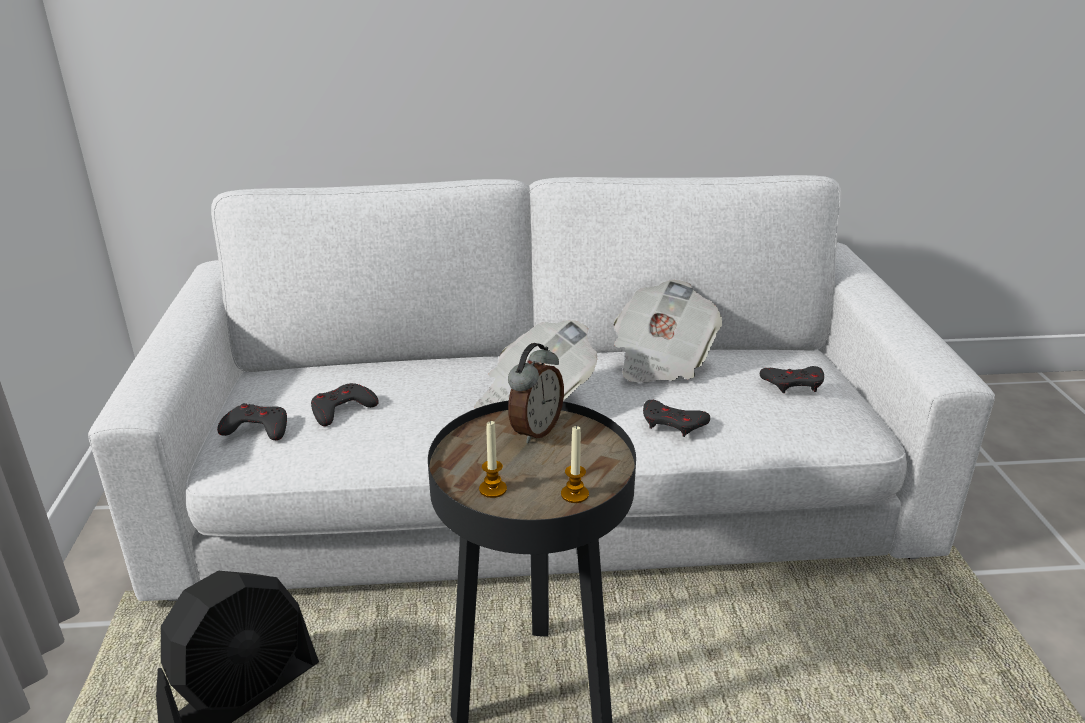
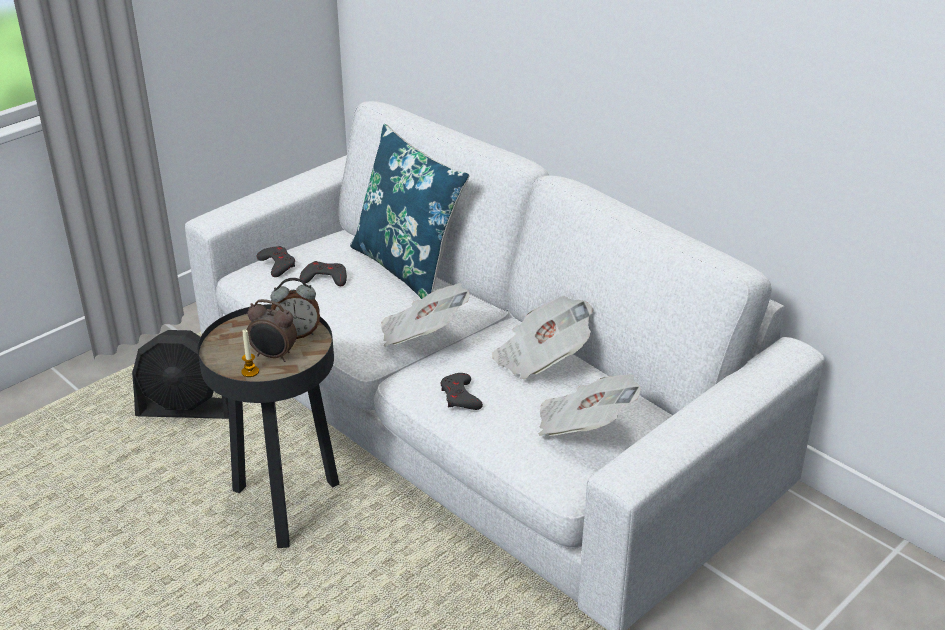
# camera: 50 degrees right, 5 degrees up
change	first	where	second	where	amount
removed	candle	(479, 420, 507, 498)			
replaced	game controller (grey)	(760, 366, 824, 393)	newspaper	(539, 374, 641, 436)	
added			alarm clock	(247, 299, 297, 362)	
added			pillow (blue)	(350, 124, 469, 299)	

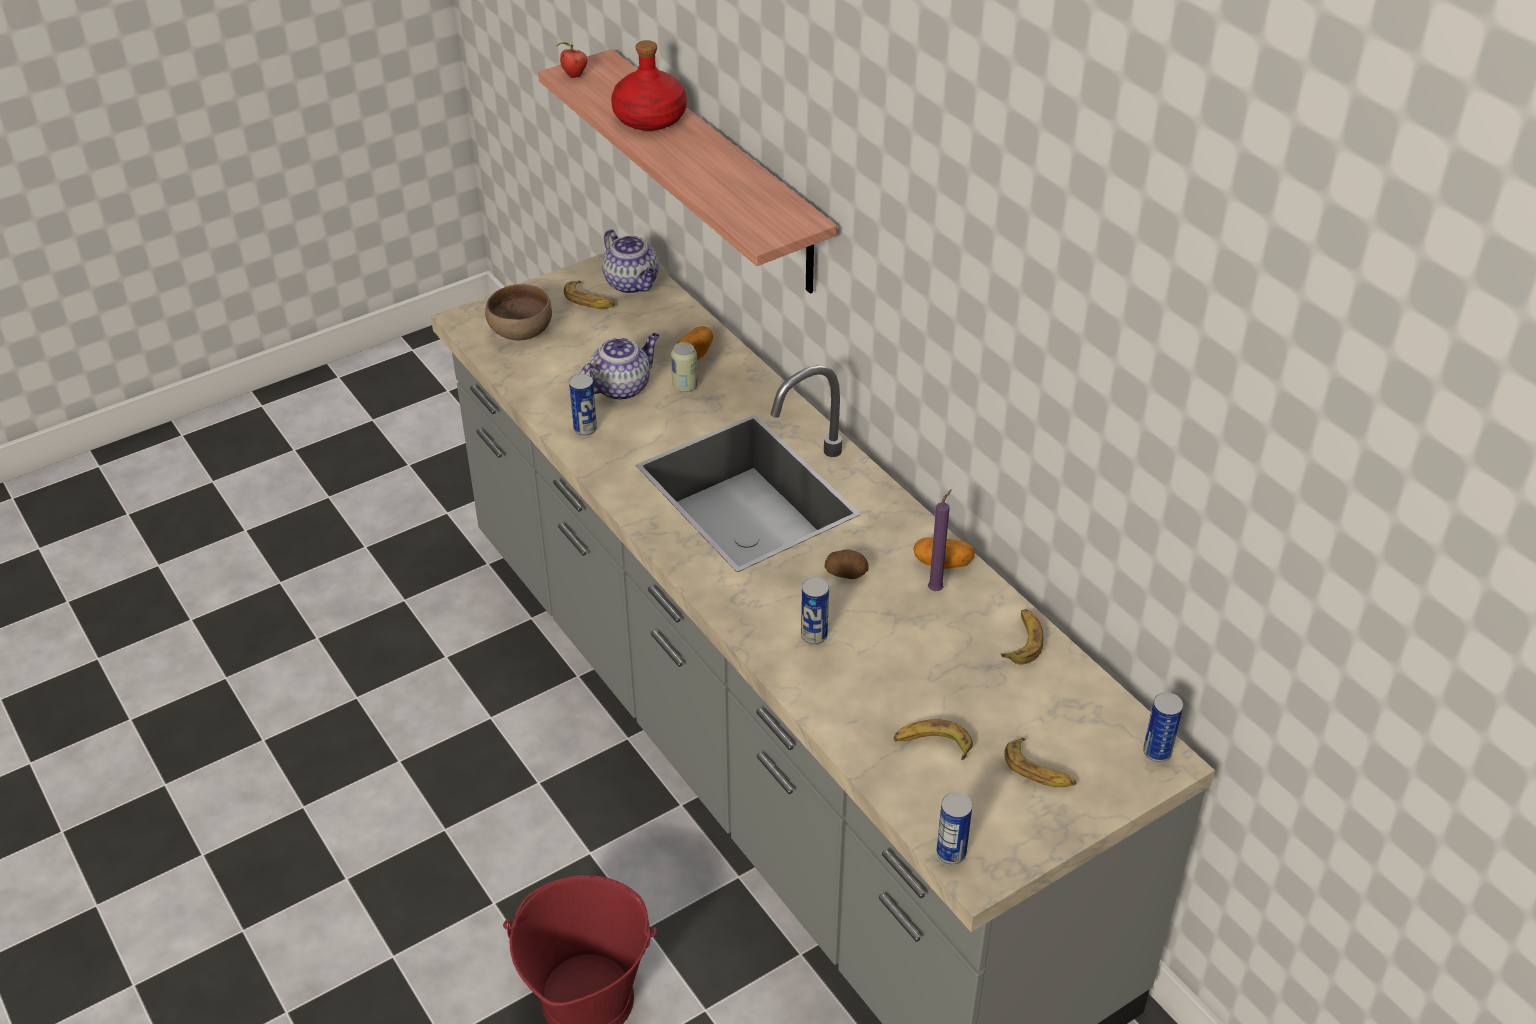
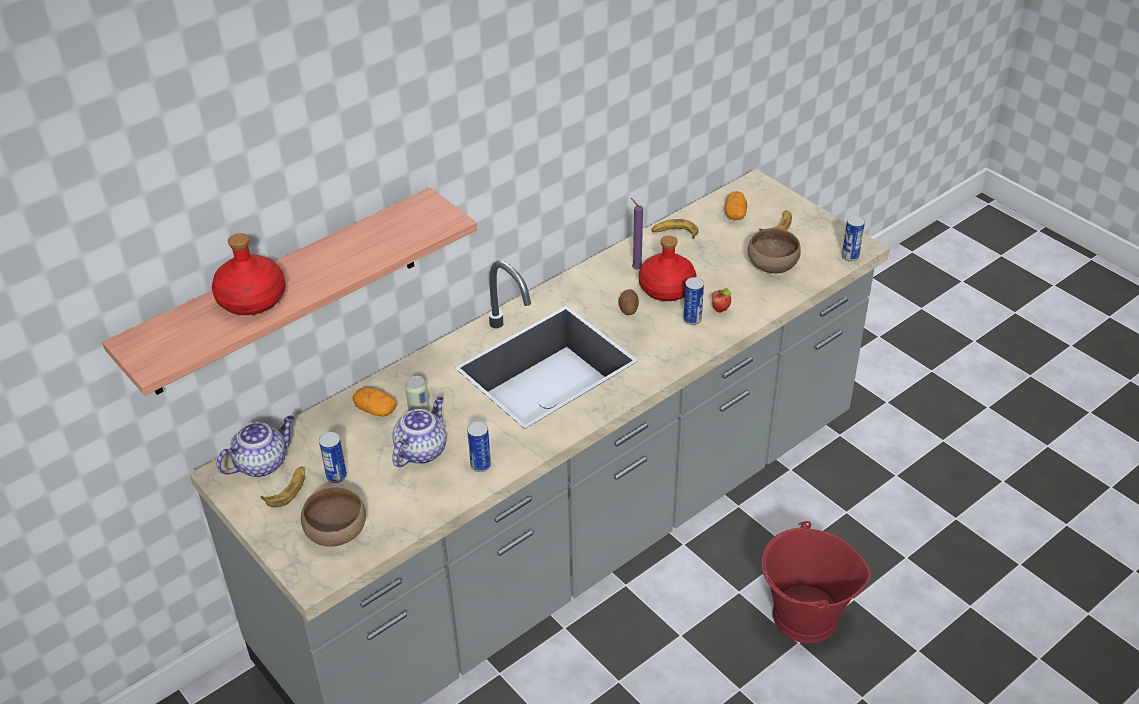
# camera: 95 degrees left, 0 degrees up
change	first	where	second	where	amount
moved	apple	(557, 42, 587, 78)		(712, 288, 731, 313)	
turned	teapot	(580, 333, 659, 401)		(392, 396, 447, 467)	75 degrees clockwise
replaced	banana	(894, 719, 973, 760)	bowl (brown)	(748, 228, 801, 274)	
moved	potato	(914, 537, 975, 569)		(725, 191, 747, 220)	
moved	can	(1143, 692, 1183, 762)		(319, 432, 347, 483)	
added			bottle (red)	(639, 236, 696, 301)	

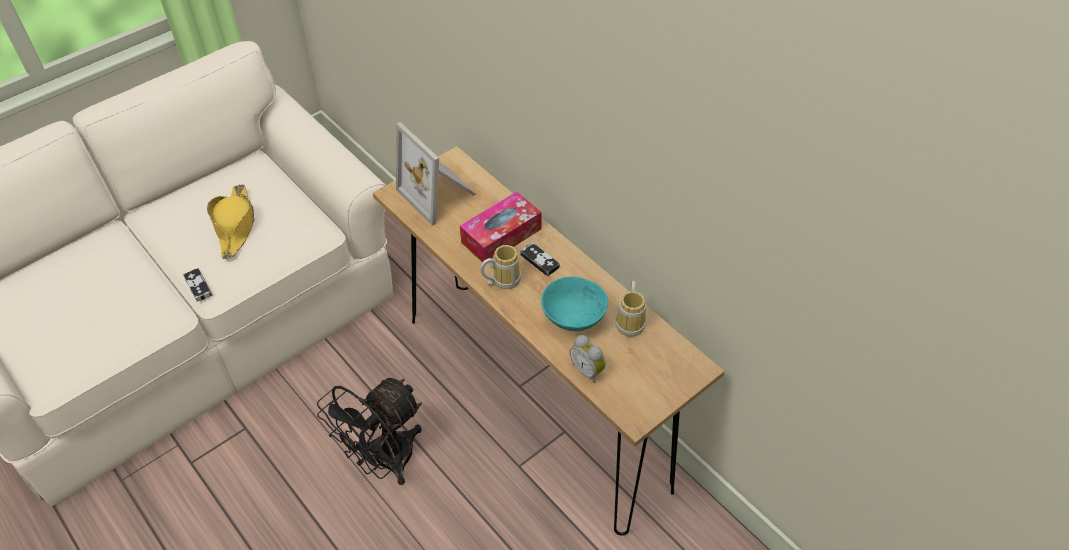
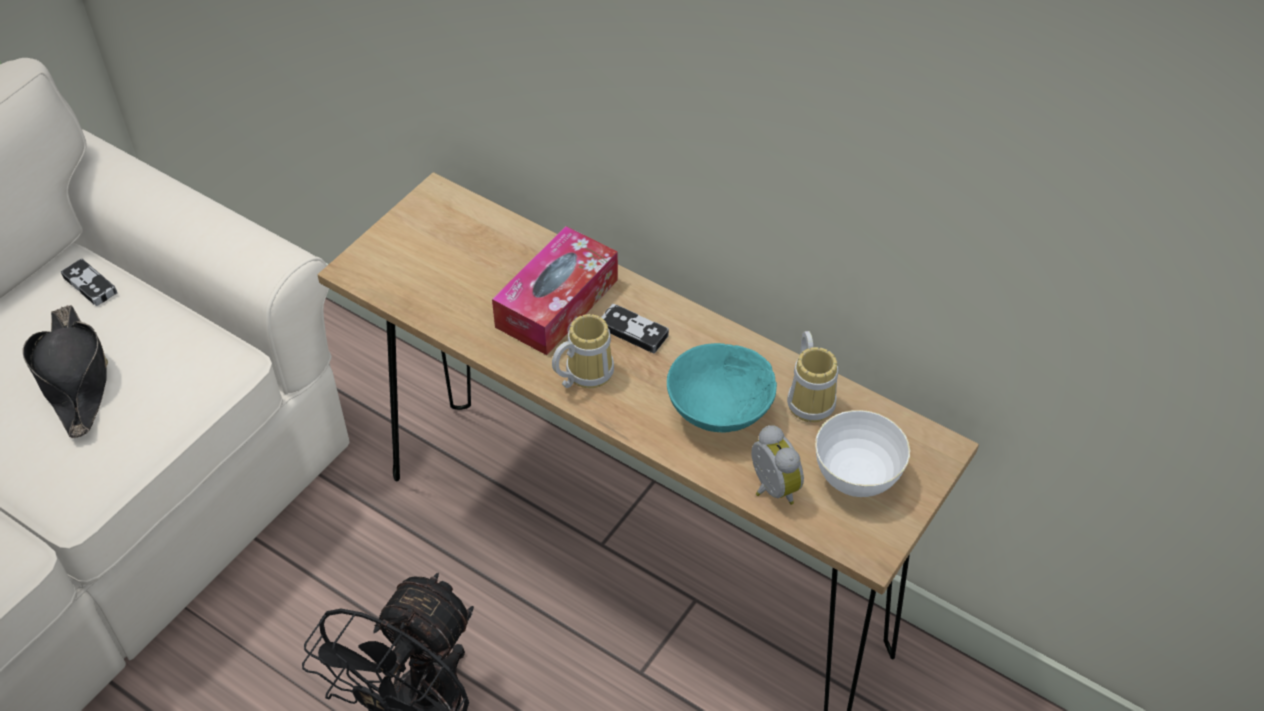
# camera: 15 degrees left, 0 degrees up
change	first	where	second	where	amount
moved	game controller	(183, 268, 212, 302)		(61, 259, 117, 306)	
recoloured	hat (yellow)	(207, 184, 255, 259)	hat (black)	(22, 305, 108, 438)	
removed	picture frame	(396, 122, 476, 226)			
turned	alarm clock	(570, 335, 606, 383)		(751, 425, 804, 505)	150 degrees counterclockwise
added			bowl (white)	(815, 410, 910, 497)	

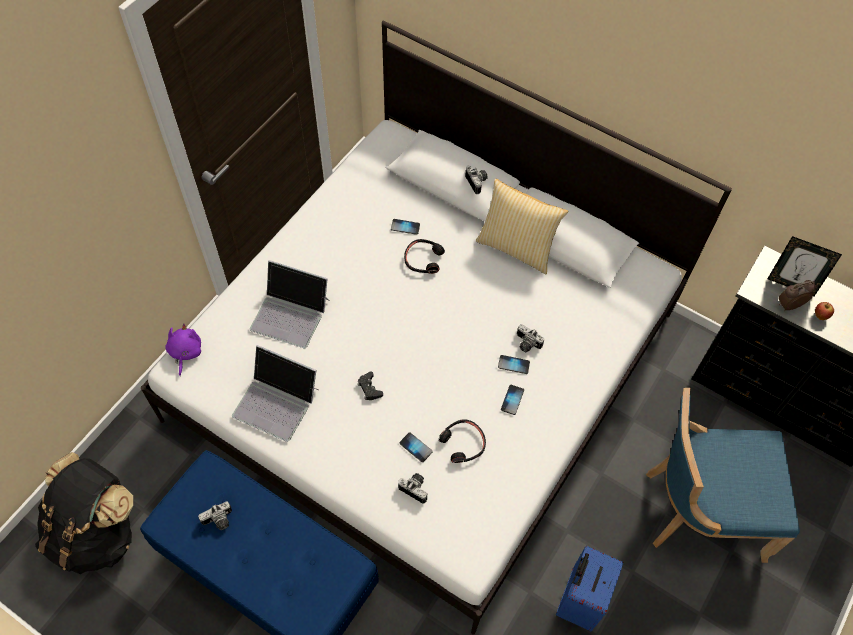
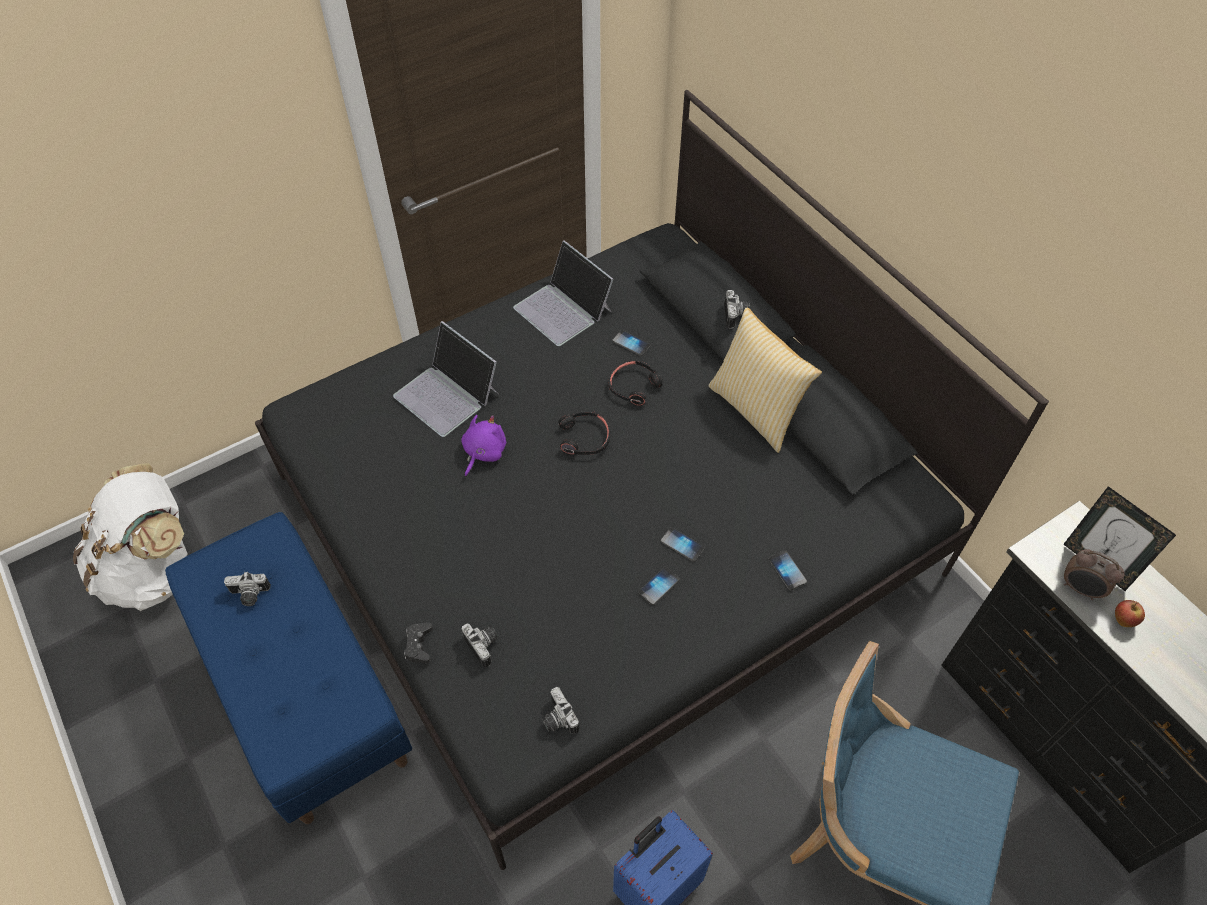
# camera: 25 degrees right, 5 degrees down
change	first	where	second	where	amount
recoloured	backpack (black)	(35, 452, 133, 574)	backpack (white)	(73, 463, 188, 611)	
recoloured	bed (white)	(141, 20, 732, 635)	bed (black)	(255, 90, 1049, 870)	
moved	plush toy (purple)	(166, 323, 201, 376)		(461, 415, 506, 477)	
moved	laptop	(232, 345, 318, 442)		(513, 240, 613, 346)	
moved	game controller (black)	(358, 372, 383, 400)		(404, 623, 433, 663)	
moved	phone	(400, 432, 433, 462)		(769, 550, 807, 590)	
moved	headphones (black)	(439, 419, 486, 463)		(558, 411, 610, 455)	
moved	photo camera	(517, 324, 544, 352)		(542, 687, 579, 734)	
turned	alarm clock	(778, 280, 816, 311)		(1064, 549, 1124, 600)	150 degrees counterclockwise

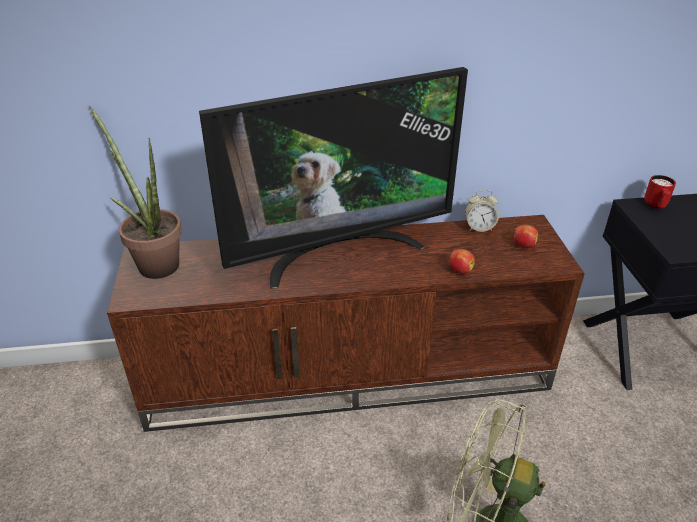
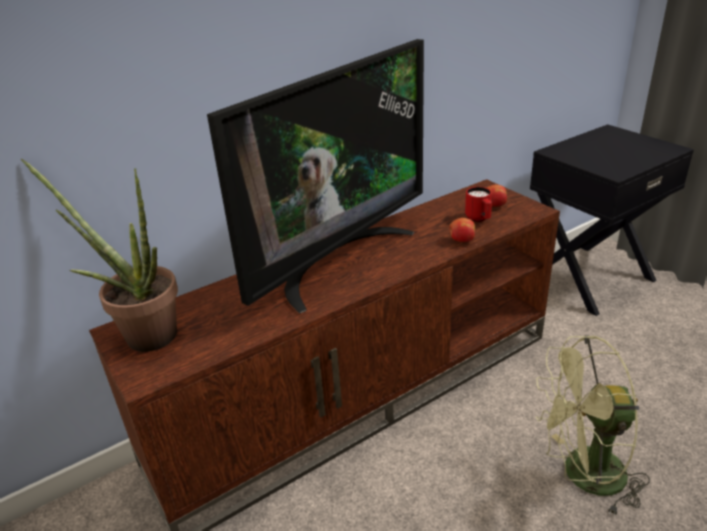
# camera: 25 degrees left, 5 degrees down
change	first	where	second	where	amount
removed	alarm clock	(465, 190, 499, 232)			
moved	mug (red)	(644, 175, 676, 209)		(465, 187, 492, 222)	

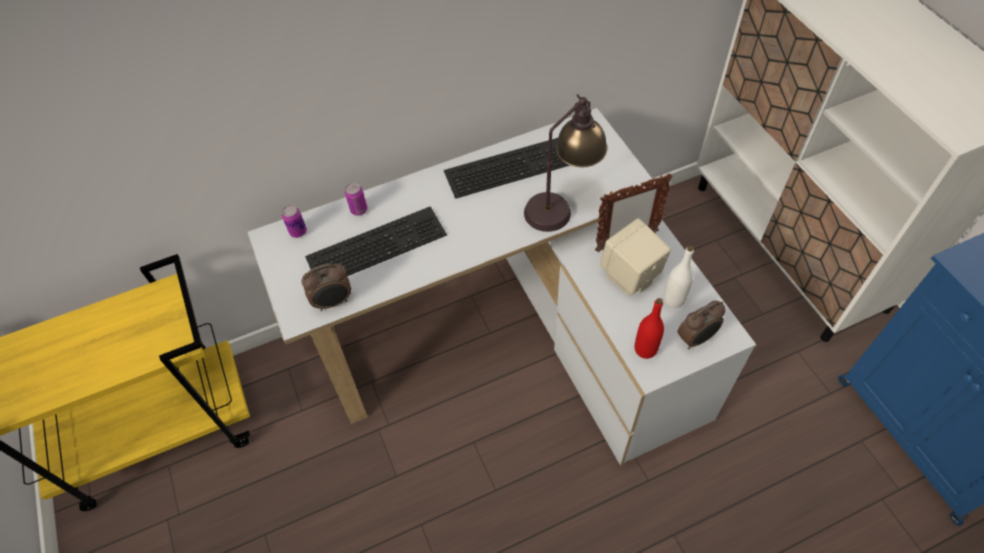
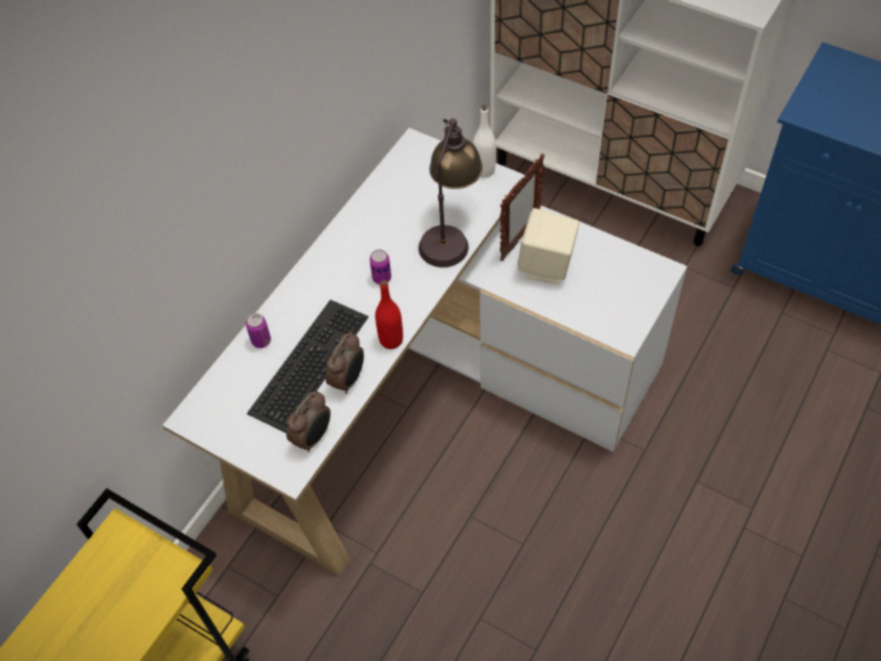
# camera: 35 degrees left, 0 degrees up
change	first	where	second	where	amount
moved	can	(282, 205, 307, 238)		(370, 249, 391, 284)	
removed	keyboard	(444, 138, 570, 199)			
moved	bottle (red)	(635, 298, 664, 359)		(375, 280, 403, 349)	
moved	bottle (white)	(664, 245, 694, 308)		(473, 105, 496, 178)	
moved	alarm clock	(678, 301, 726, 349)		(325, 332, 364, 394)	

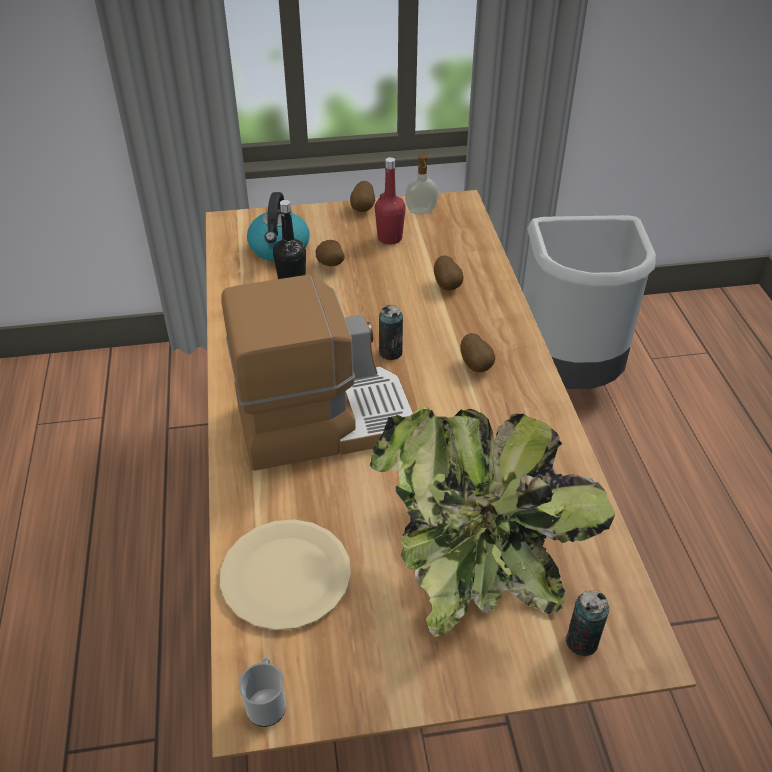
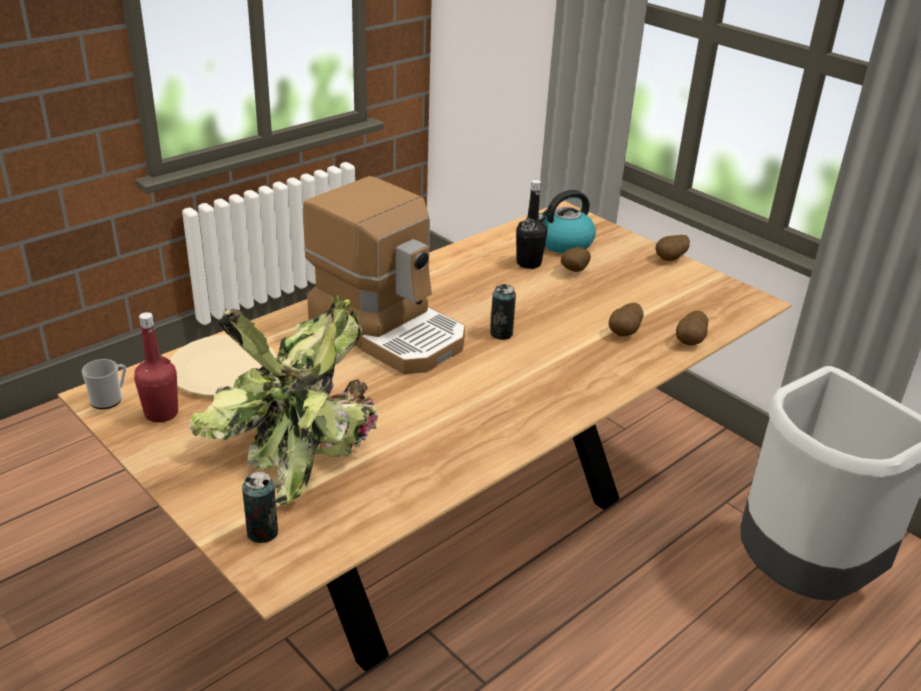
# camera: 55 degrees right, 10 degrees down
change	first	where	second	where	amount
moved	bottle (red)	(375, 157, 406, 245)		(134, 312, 178, 423)	
removed	soap dispenser	(405, 154, 438, 214)			
moved	potato	(460, 333, 495, 372)		(676, 310, 708, 346)	

